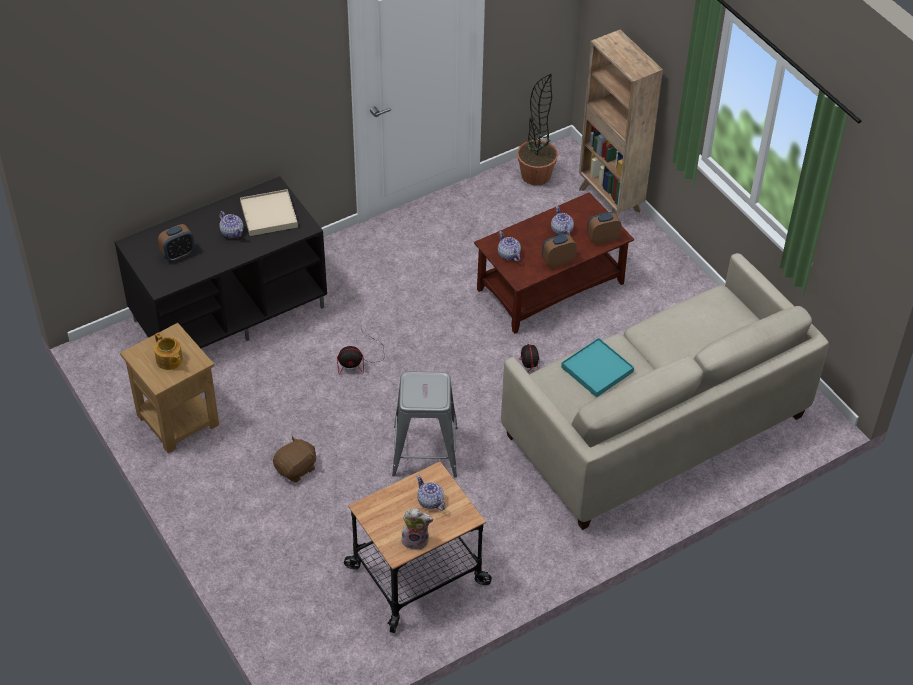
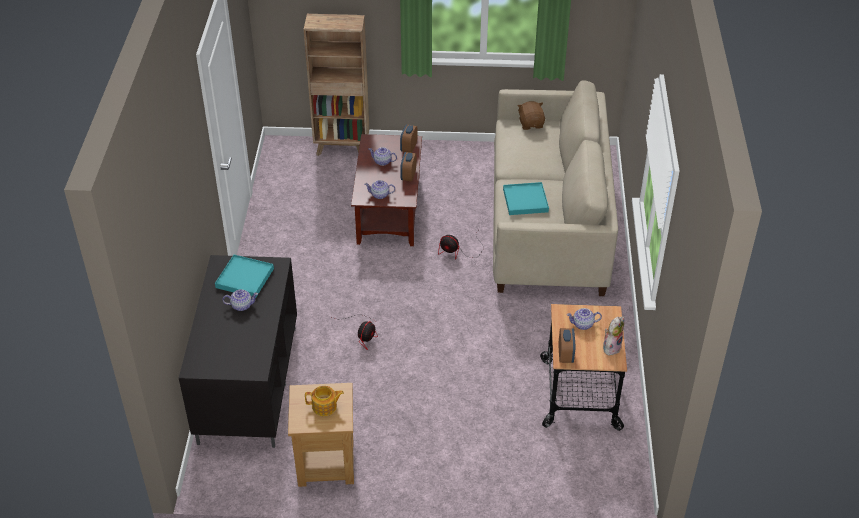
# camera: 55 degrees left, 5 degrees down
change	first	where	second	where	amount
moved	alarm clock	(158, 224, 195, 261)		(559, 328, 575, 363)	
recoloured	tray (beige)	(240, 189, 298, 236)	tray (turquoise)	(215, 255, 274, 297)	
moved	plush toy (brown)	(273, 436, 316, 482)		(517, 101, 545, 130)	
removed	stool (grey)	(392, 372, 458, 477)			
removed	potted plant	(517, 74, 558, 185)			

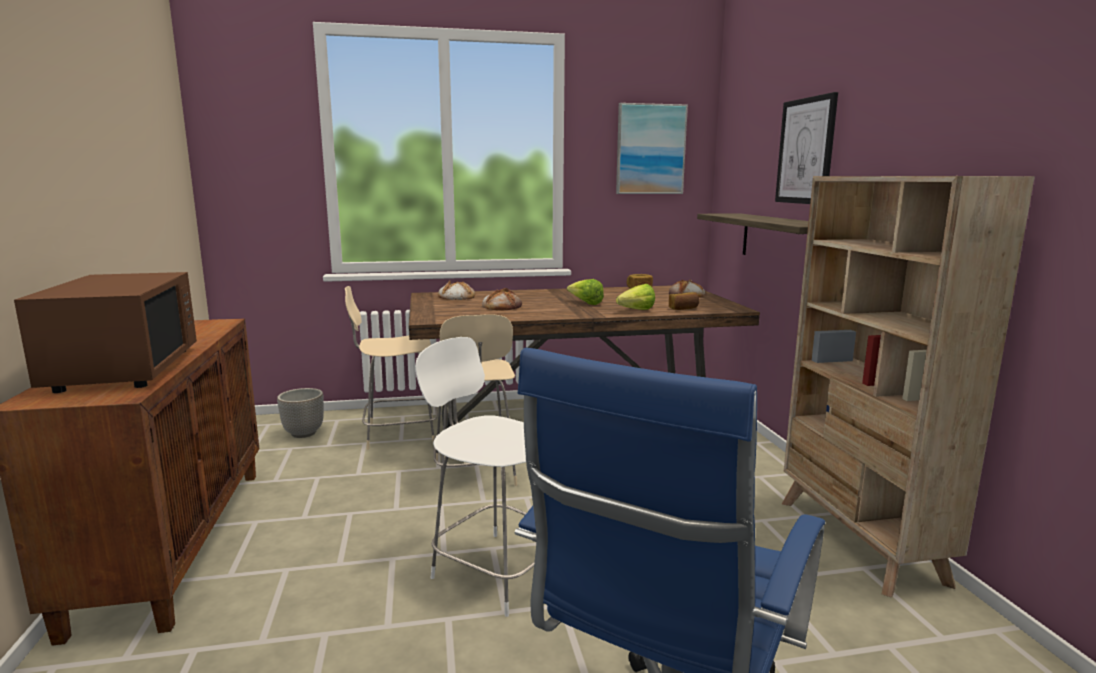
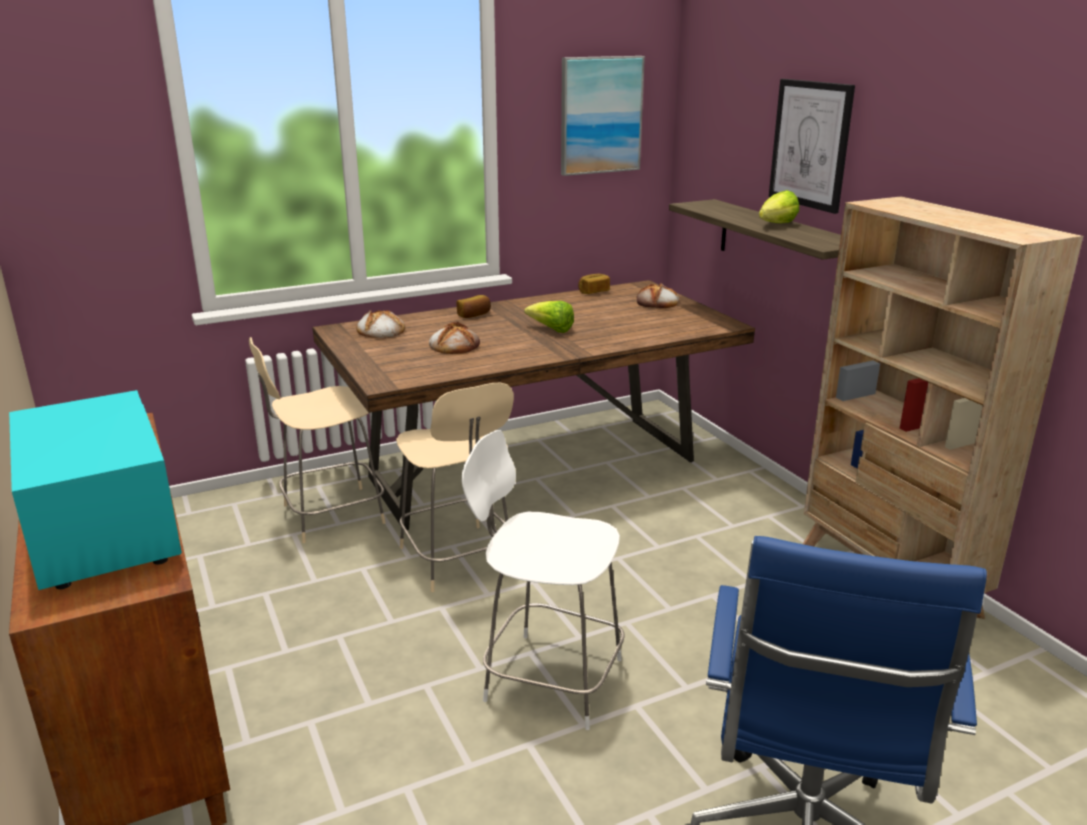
# camera: 15 degrees left, 10 degrees up
change	first	where	second	where	amount
recoloured	microwave (brown)	(14, 272, 197, 393)	microwave (turquoise)	(9, 390, 182, 590)	
removed	planter	(277, 388, 324, 438)			
moved	lettuce	(616, 284, 655, 310)		(759, 190, 799, 223)	
moved	bread	(669, 292, 699, 310)		(457, 295, 491, 318)	

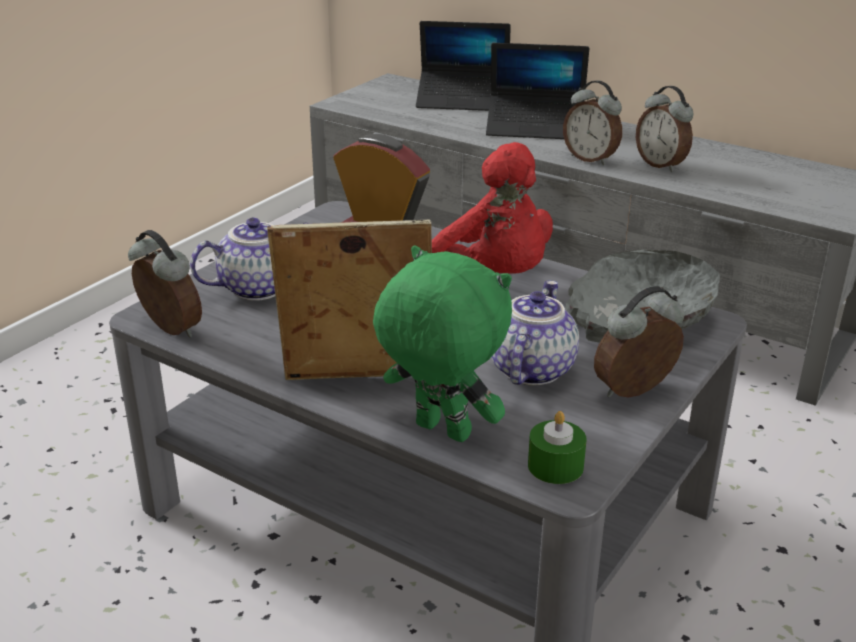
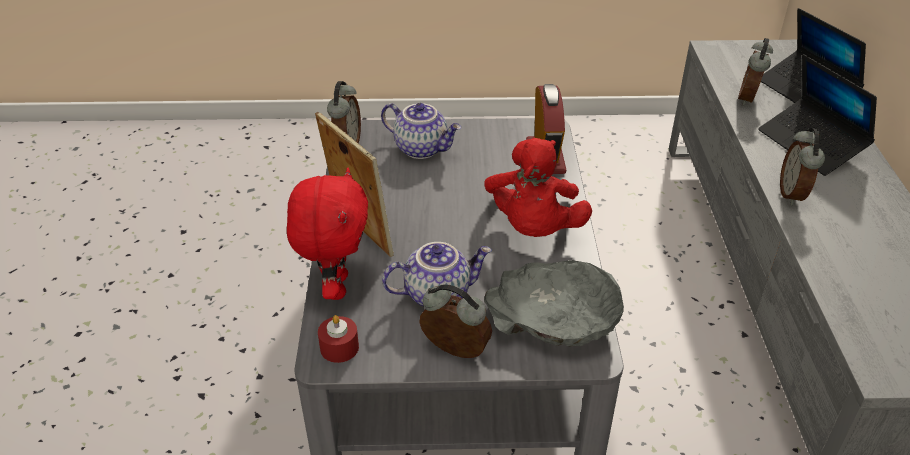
# camera: 55 degrees right, 10 degrees up
change	first	where	second	where	amount
recoloured	plush toy (green)	(373, 246, 512, 442)	plush toy (red)	(287, 168, 368, 300)	
recoloured	candle (green)	(528, 411, 587, 484)	candle (red)	(318, 315, 359, 363)	
moved	alarm clock	(636, 86, 694, 172)		(738, 38, 773, 106)	

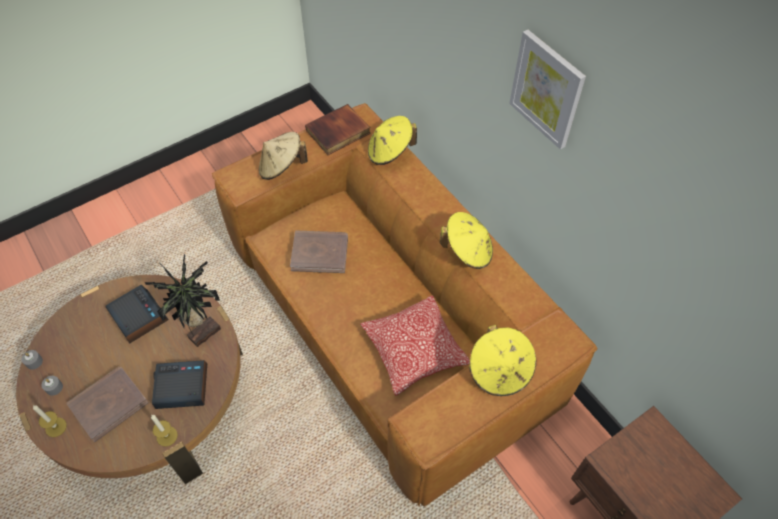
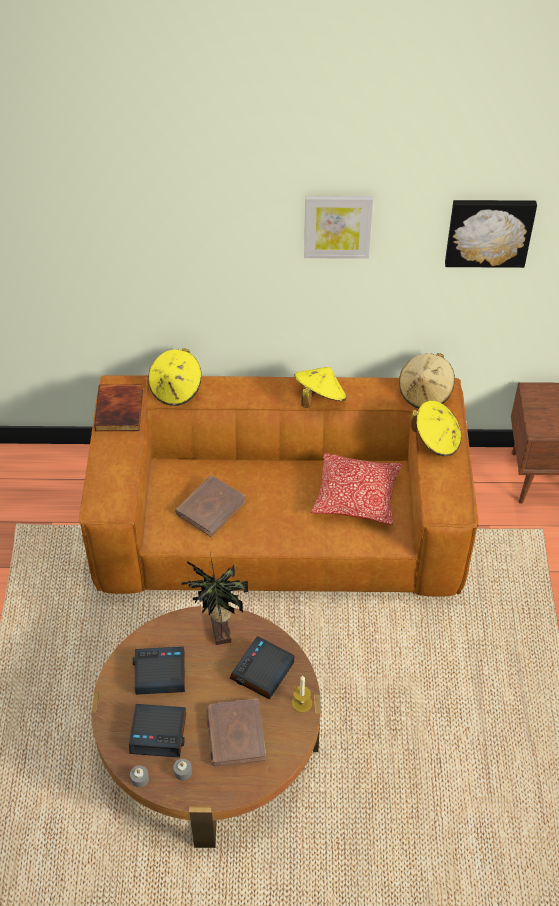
# camera: 55 degrees left, 5 degrees down
change	first	where	second	where	amount
removed	candle	(33, 406, 67, 437)			
moved	hat (beige)	(259, 132, 308, 180)		(399, 353, 455, 409)	
added			alarm clock	(129, 704, 186, 758)	
added			picture	(445, 200, 537, 268)	

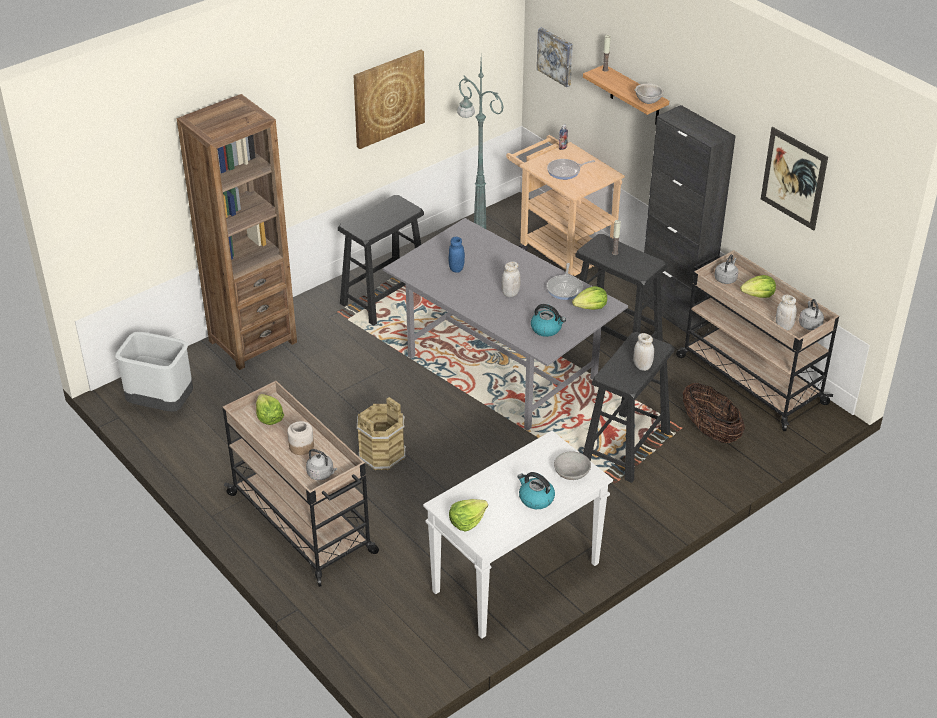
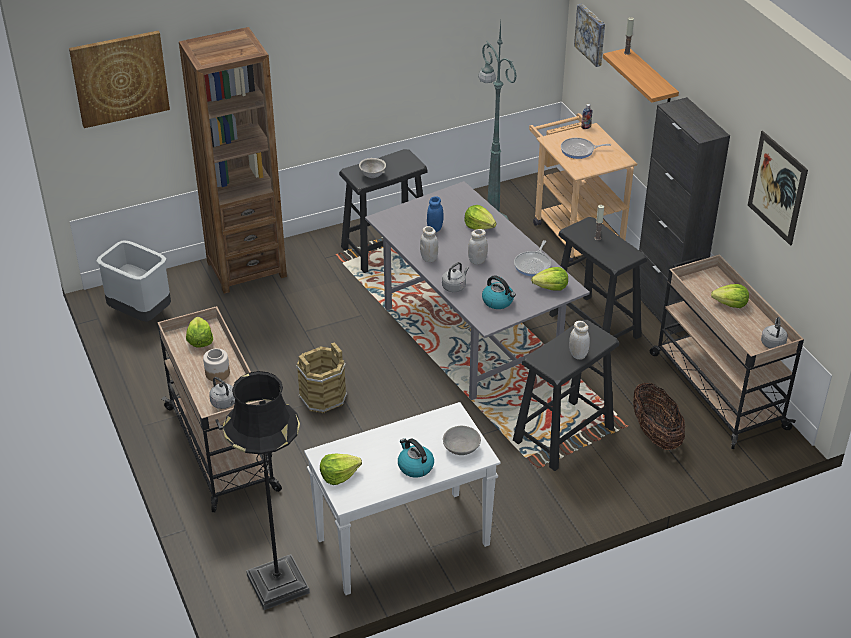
# camera: 15 degrees right, 0 degrees up
change	first	where	second	where	amount
moved	picture	(353, 50, 425, 149)		(69, 31, 170, 128)	
moved	bowl (grey)	(634, 83, 664, 104)		(359, 158, 386, 178)	
moved	kettle (grey)	(715, 255, 738, 284)		(442, 262, 469, 292)	
moved	jar (white)	(776, 295, 797, 331)		(420, 226, 438, 262)	
added			floor lamp (black)	(223, 371, 310, 610)	
added			lettuce	(464, 205, 497, 230)	

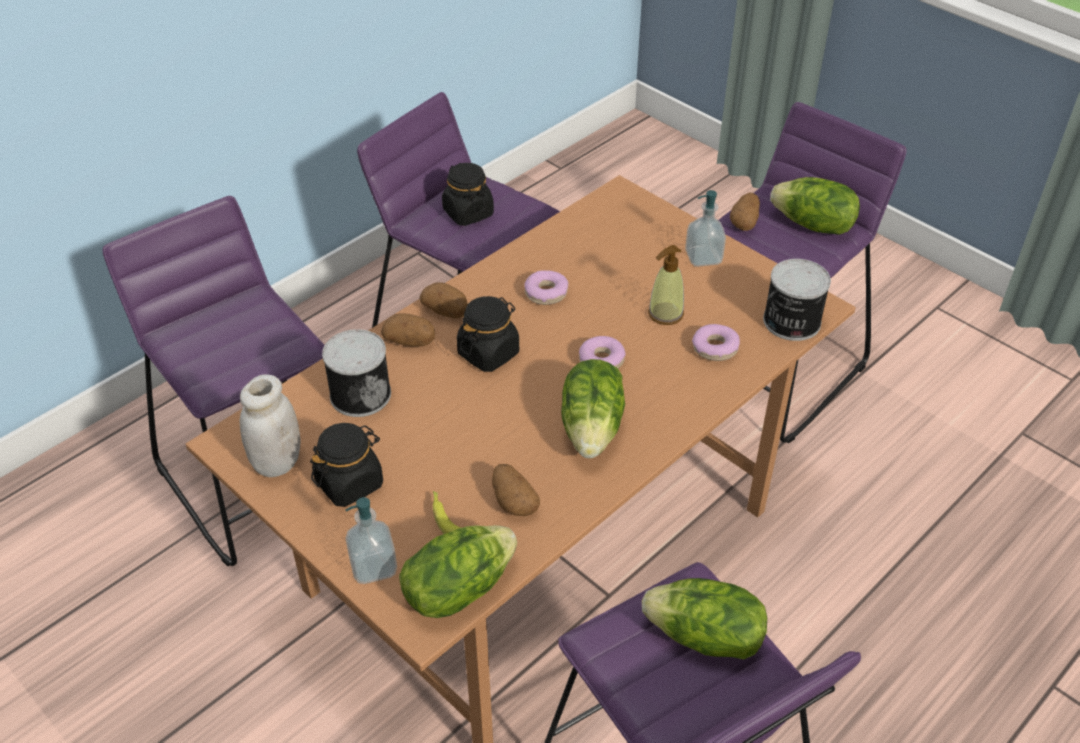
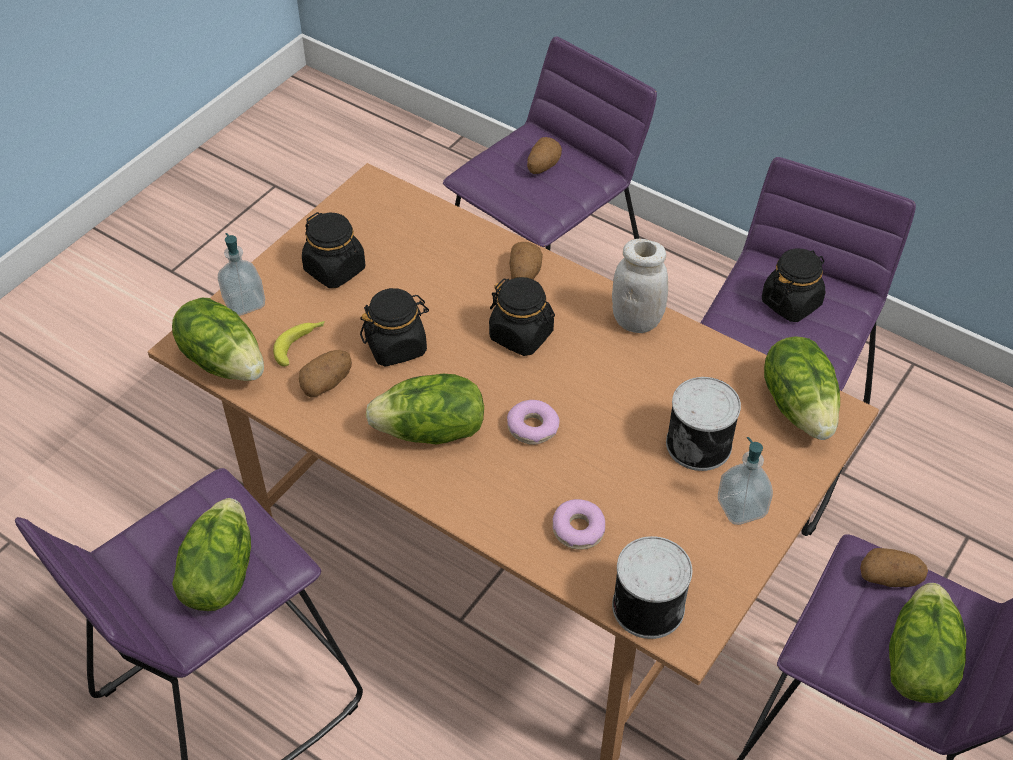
# camera: 80 degrees right, 5 degrees up
change	first	where	second	where	amount
moved	jar (white)	(240, 374, 301, 477)		(612, 239, 668, 333)	
moved	can	(322, 329, 391, 417)		(666, 377, 741, 471)	
moved	potato	(420, 282, 468, 318)		(527, 137, 562, 174)	
removed	donut	(524, 270, 568, 305)			
removed	soap dispenser	(648, 245, 684, 325)			
added			jar (black)	(360, 288, 429, 367)	
added			lettuce	(764, 336, 840, 440)	

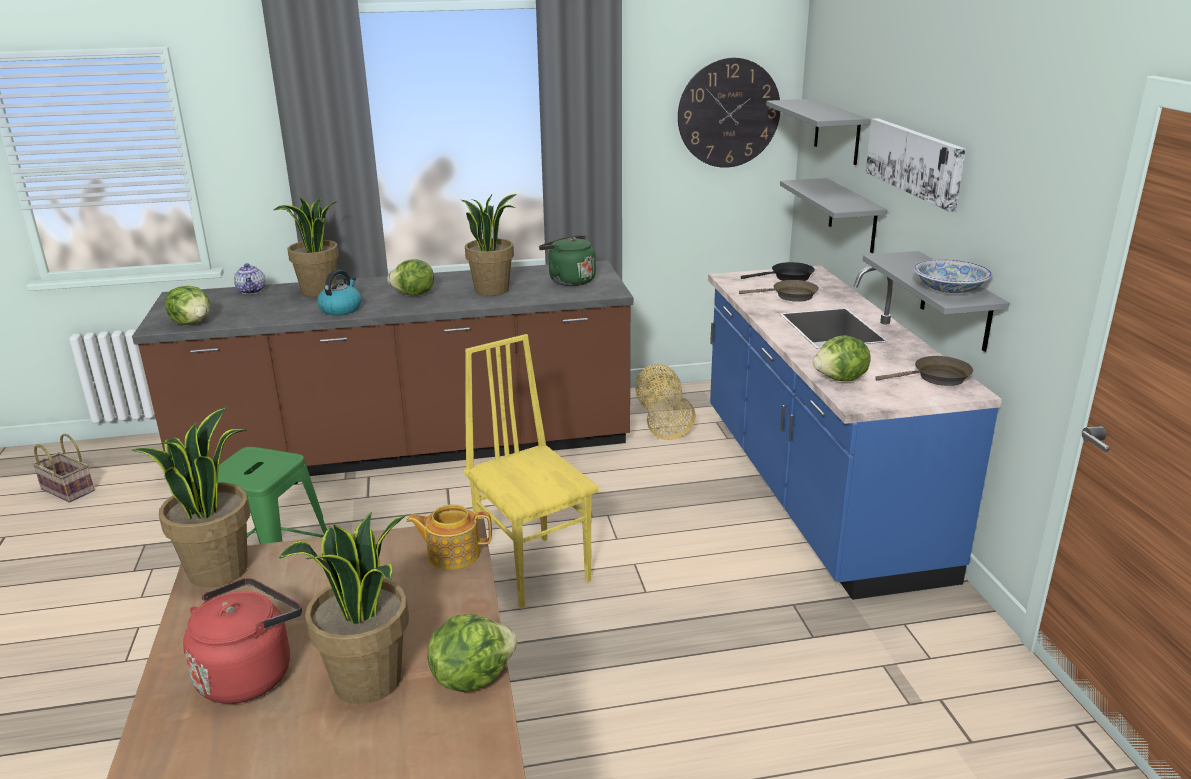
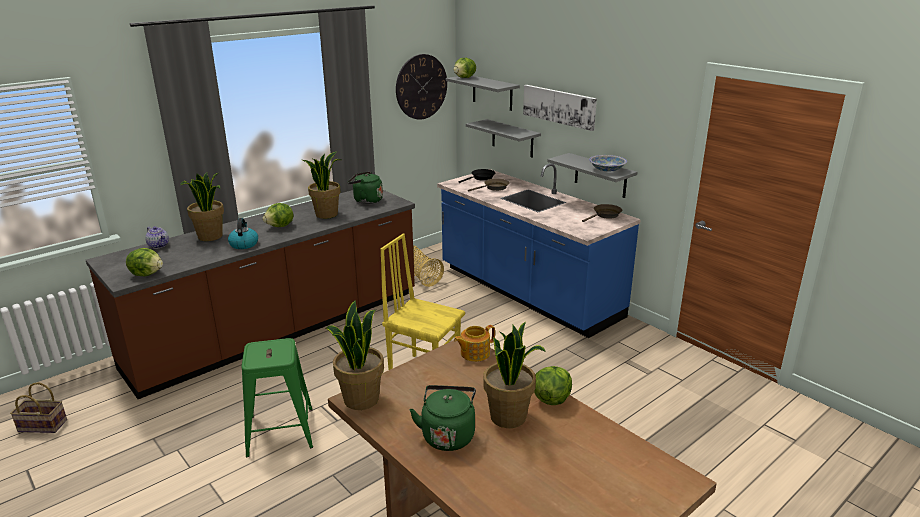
# camera: 30 degrees left, 0 degrees up
change	first	where	second	where	amount
recoloured	kettle (red)	(183, 578, 302, 704)	kettle (green)	(410, 385, 476, 451)	
moved	lettuce	(813, 335, 871, 381)		(453, 58, 476, 78)	

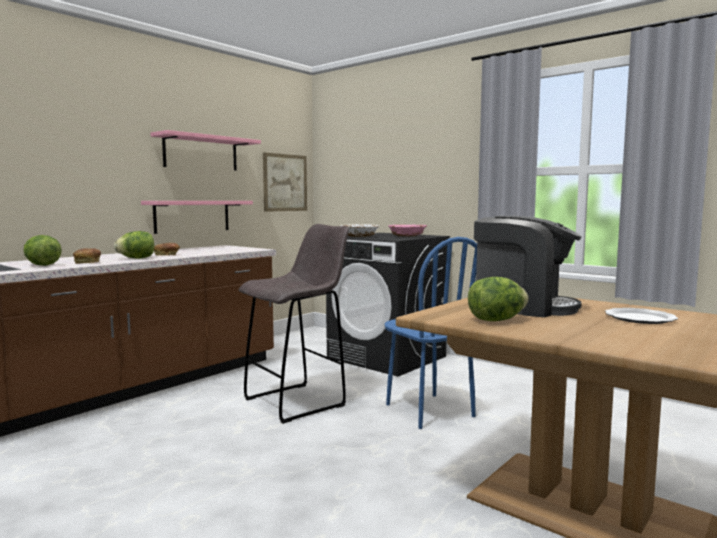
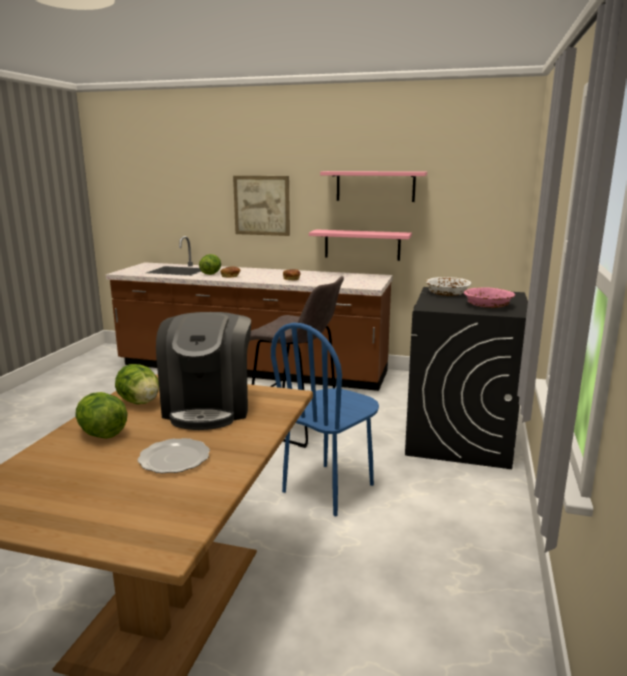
# camera: 65 degrees right, 10 degrees up
change	first	where	second	where	amount
moved	lettuce	(114, 231, 154, 259)		(75, 392, 128, 439)	
moved	picture	(263, 152, 307, 212)		(233, 176, 290, 236)	

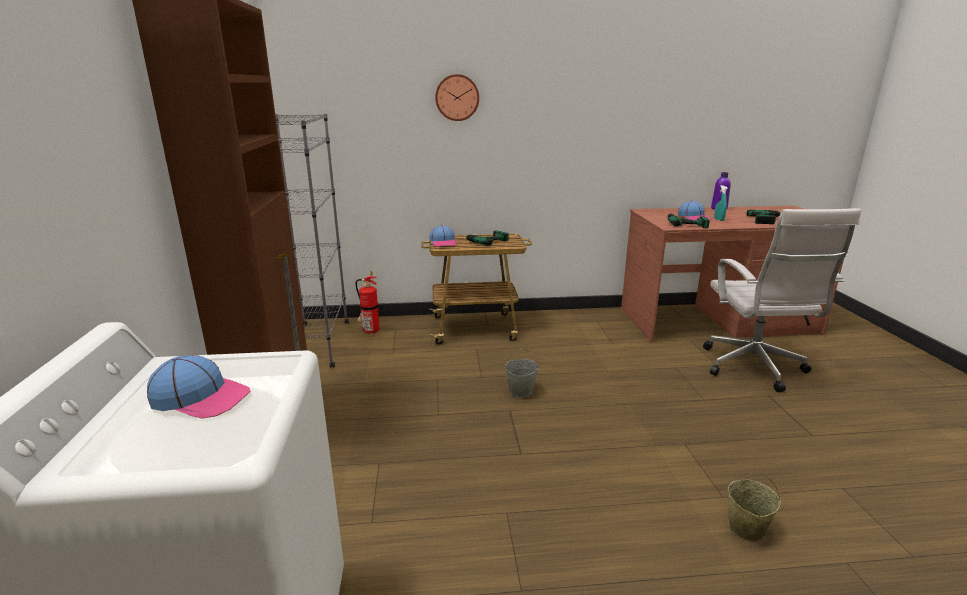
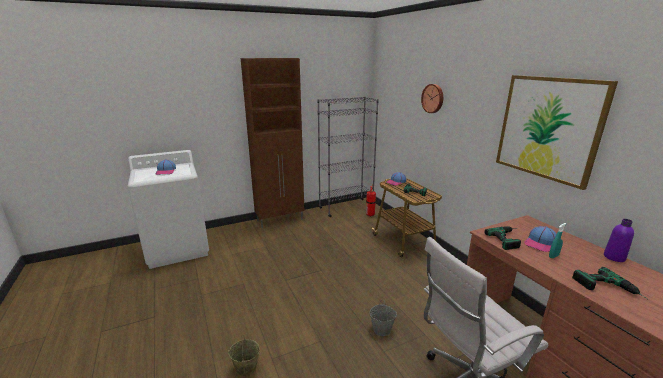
# camera: 70 degrees right, 0 degrees up
change	first	where	second	where	amount
moved	bucket (grey)	(505, 348, 538, 398)		(370, 301, 397, 336)	
added			picture	(496, 75, 618, 190)	

